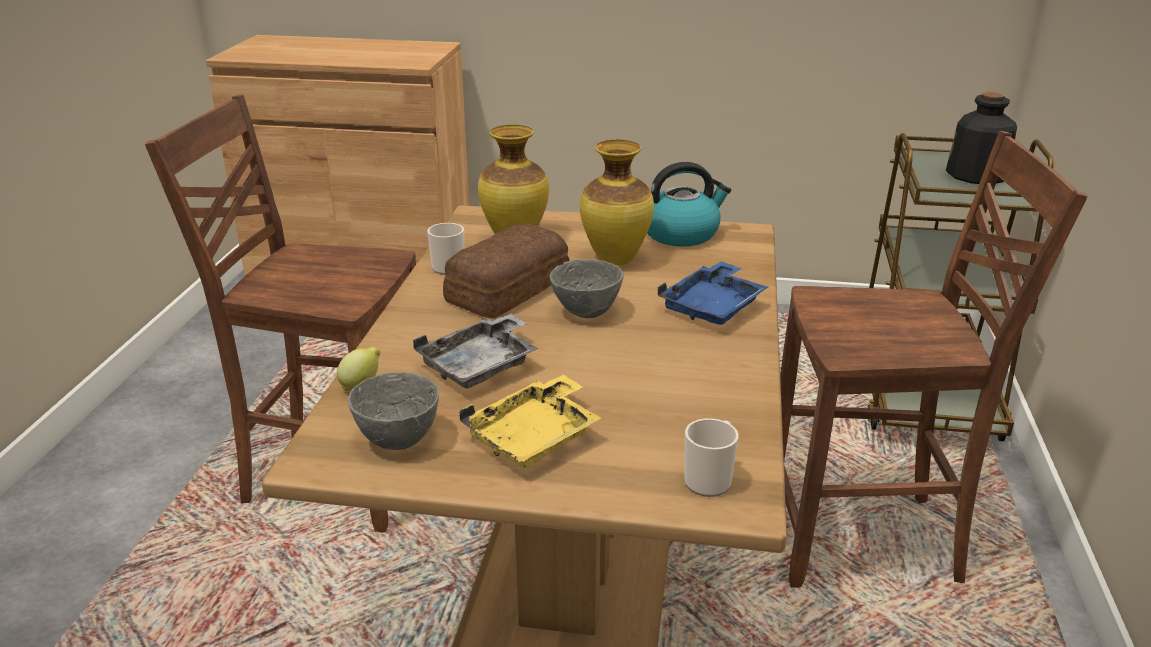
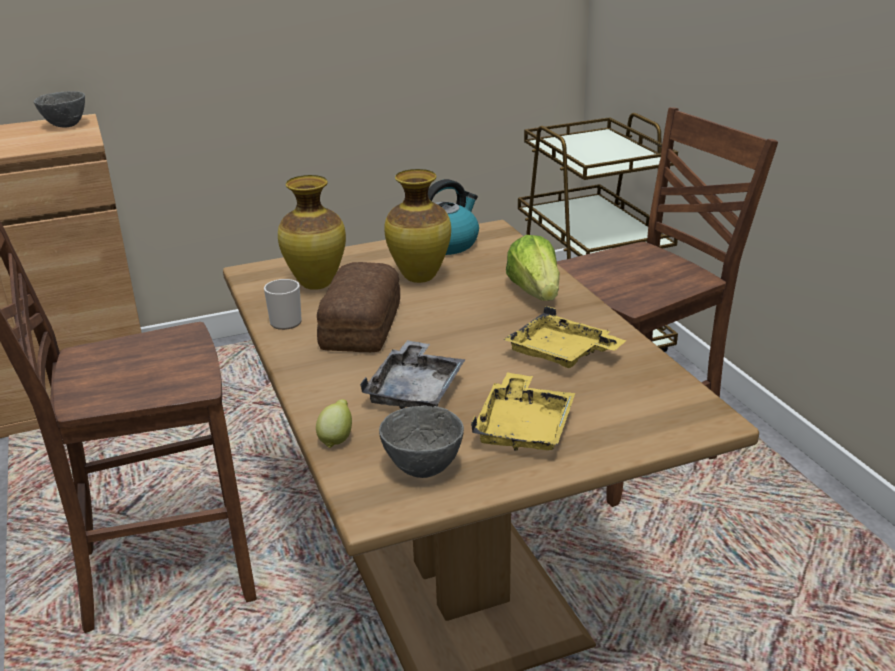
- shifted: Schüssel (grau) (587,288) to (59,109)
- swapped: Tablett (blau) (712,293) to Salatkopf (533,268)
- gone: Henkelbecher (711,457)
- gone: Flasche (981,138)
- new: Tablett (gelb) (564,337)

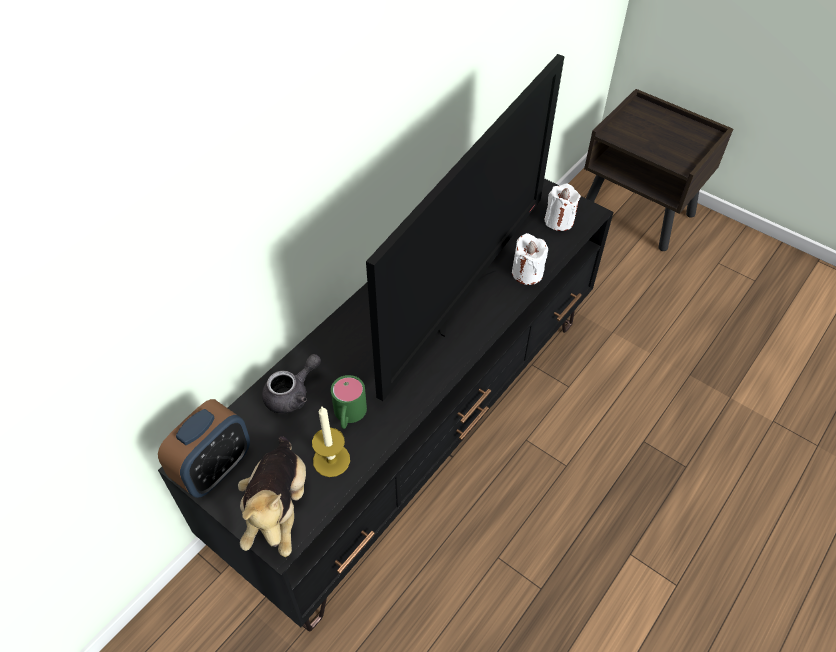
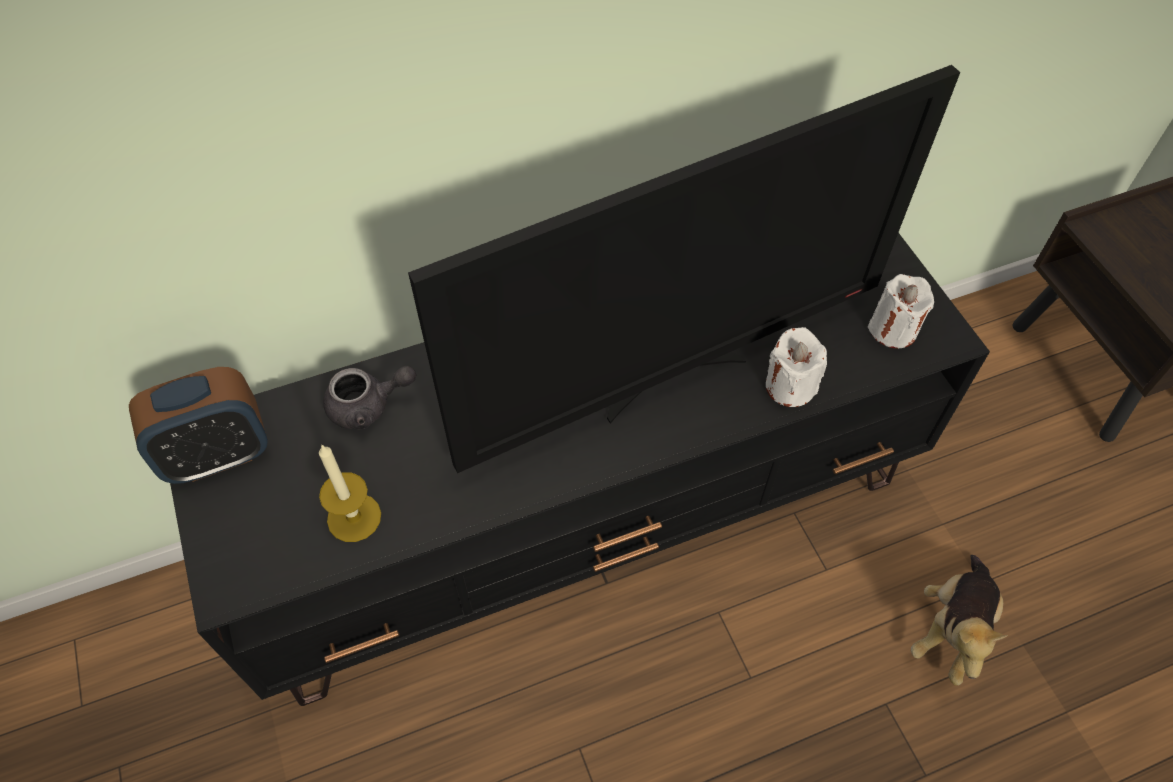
- shifted: Plüschtier (272,496) to (959,620)
- gone: Henkelbecher (grün) (349,402)

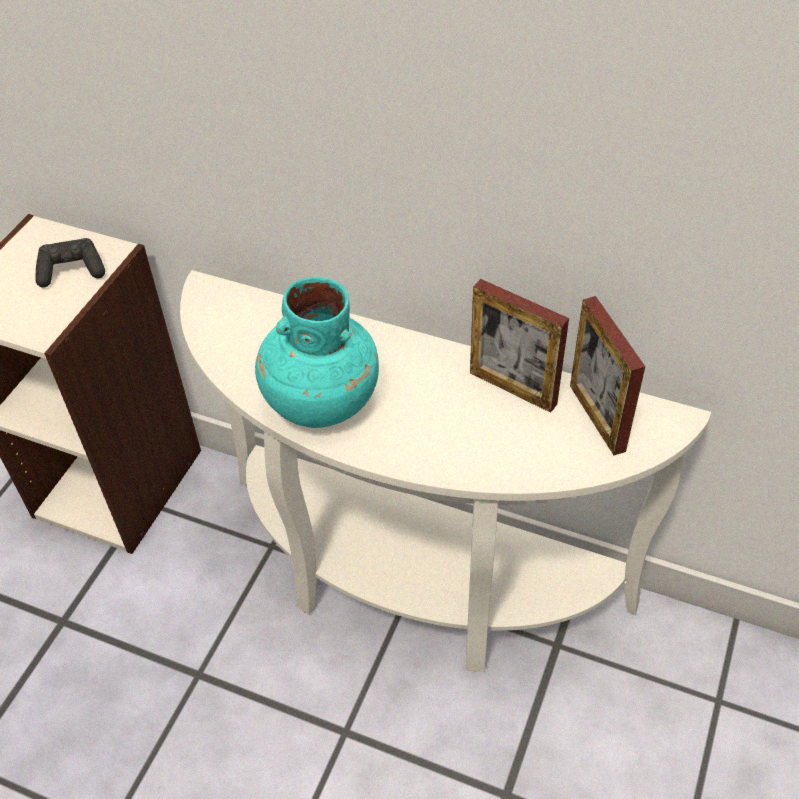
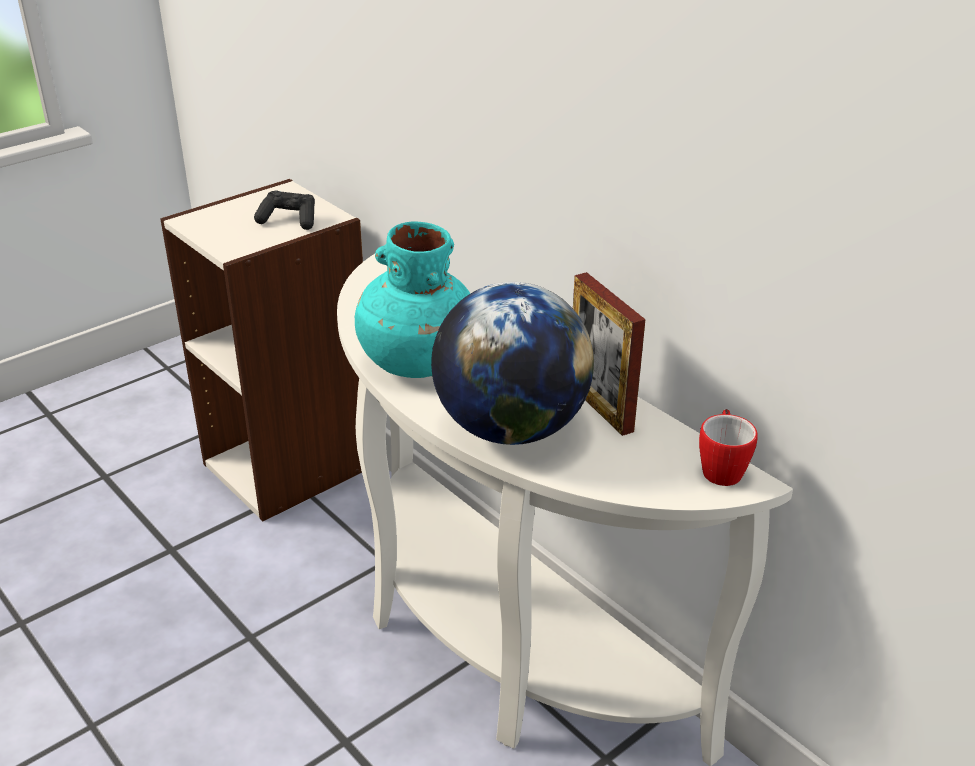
- gone: Bilderrahmen (607,375)
- new: Globus (512,363)
- new: Henkelbecher (728,447)

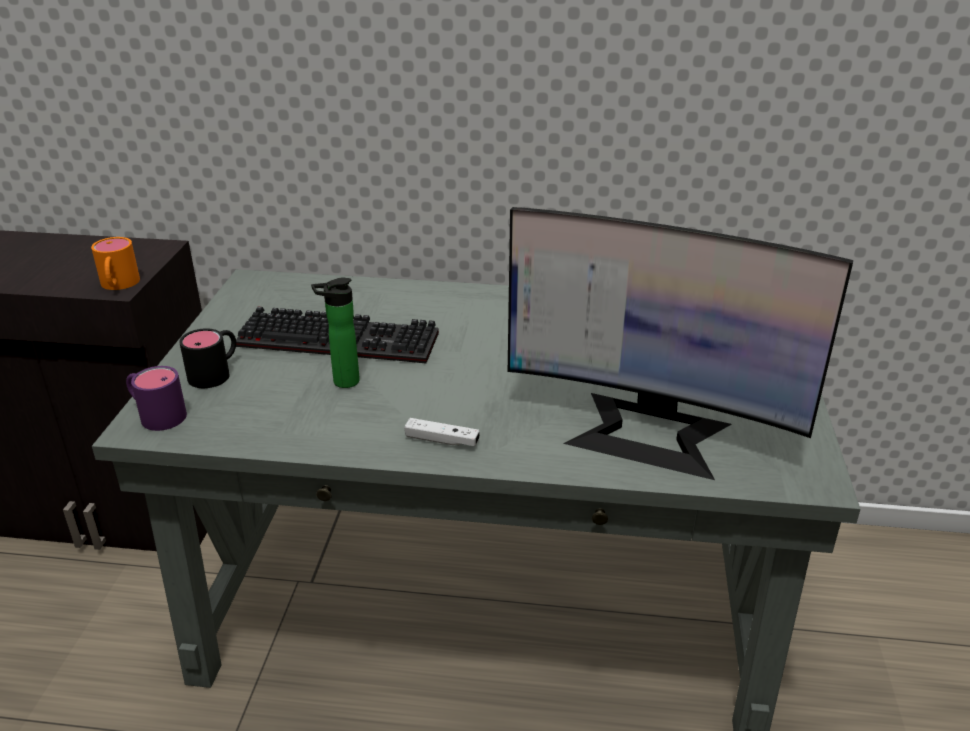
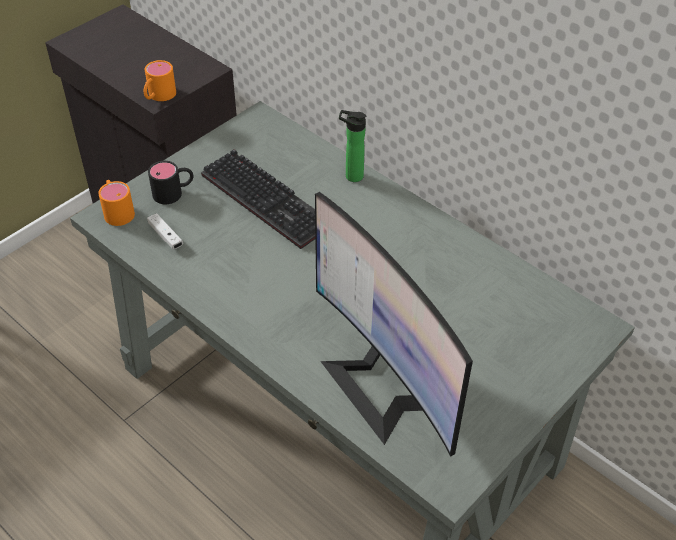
- repainted: Henkelbecher (lila) (156,398) to Henkelbecher (orange) (116,203)
- shifted: Flasche (335,332) to (352,146)
- shifted: Gamepad (weiß) (442,432) to (165,231)

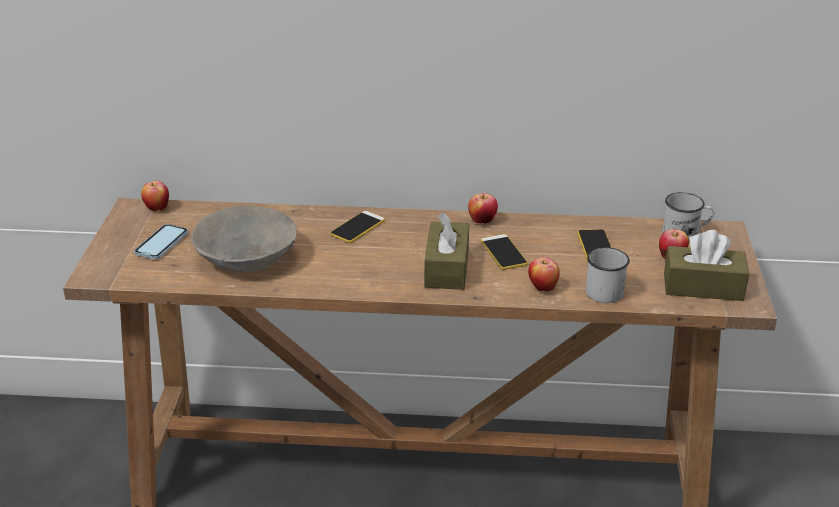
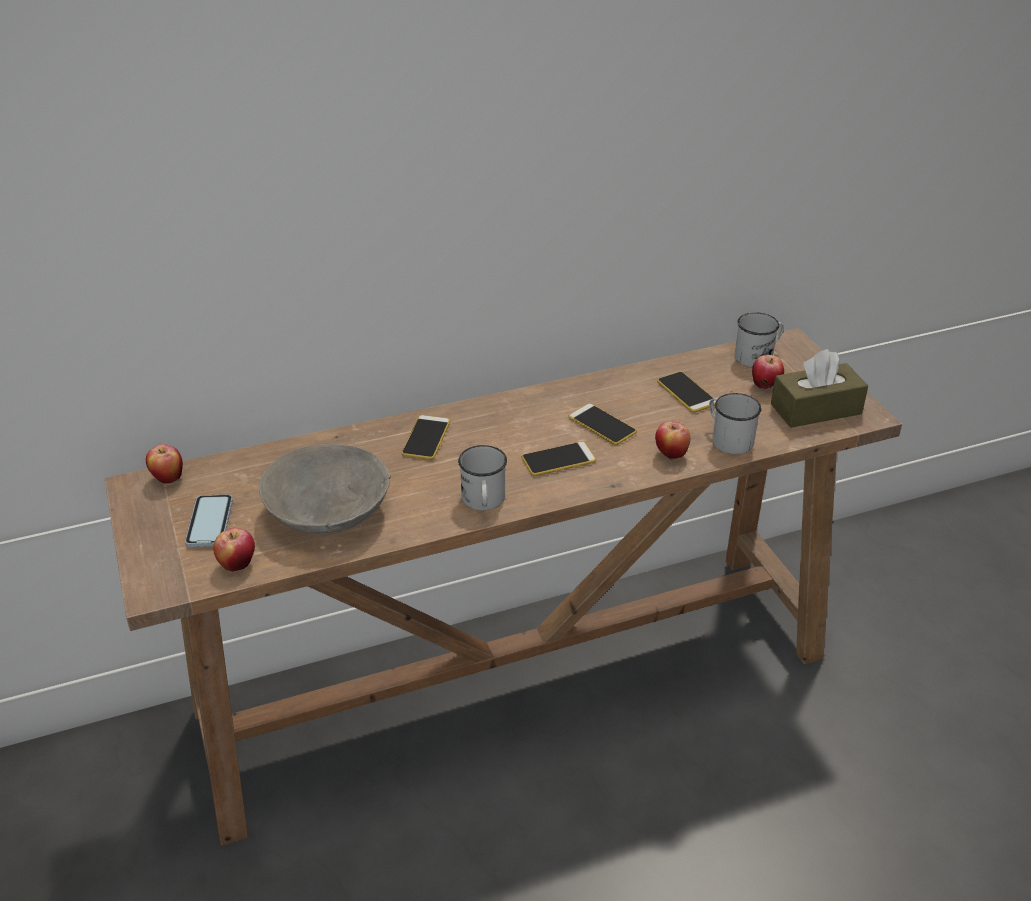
- swapped: Taschentuchbox (braun) (446,251) to Handy (559,459)
- shifted: Apfel (483,208) to (234,550)
- new: Henkelbecher (weiß) (482,478)

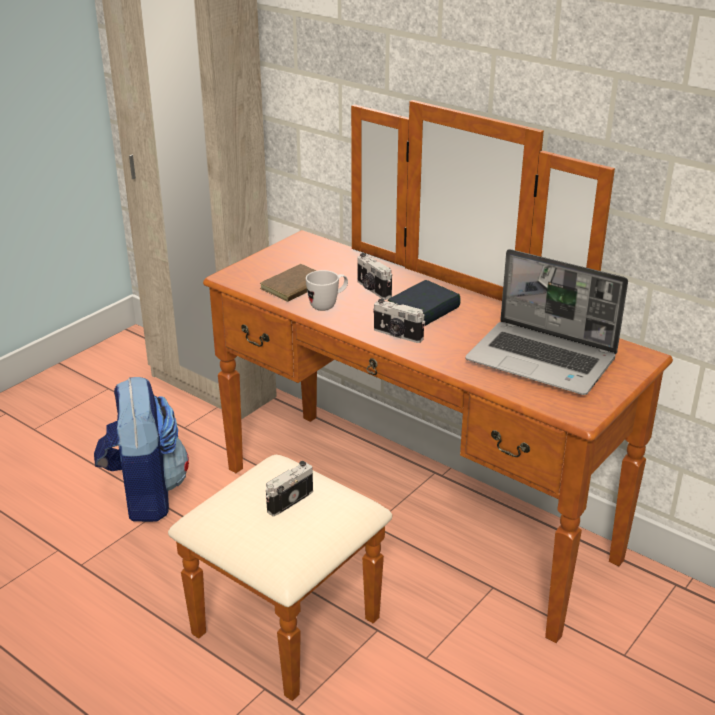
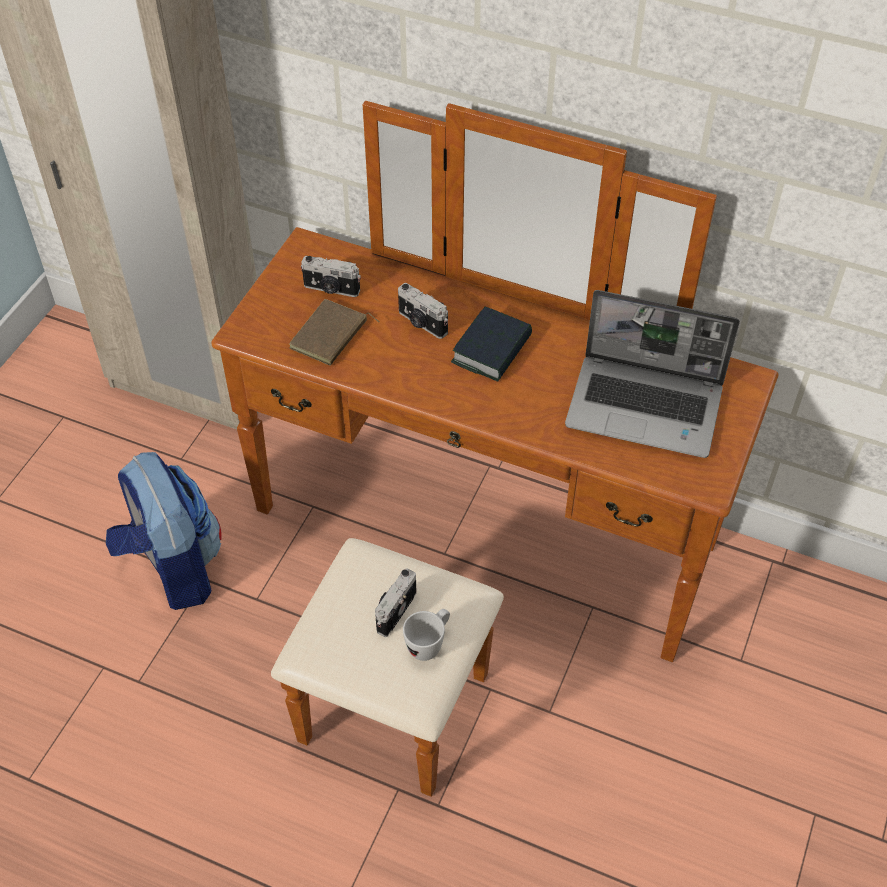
- shifted: Henkelbecher (weiß) (327,290) to (426,635)
- shifted: Kamera (399,321) to (331,276)

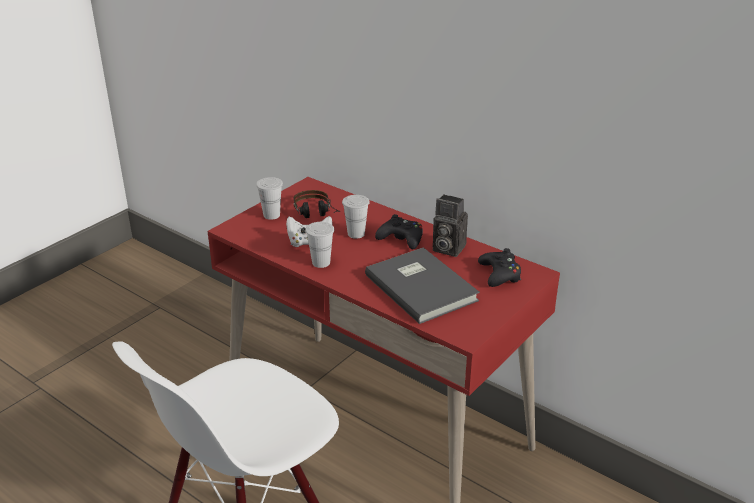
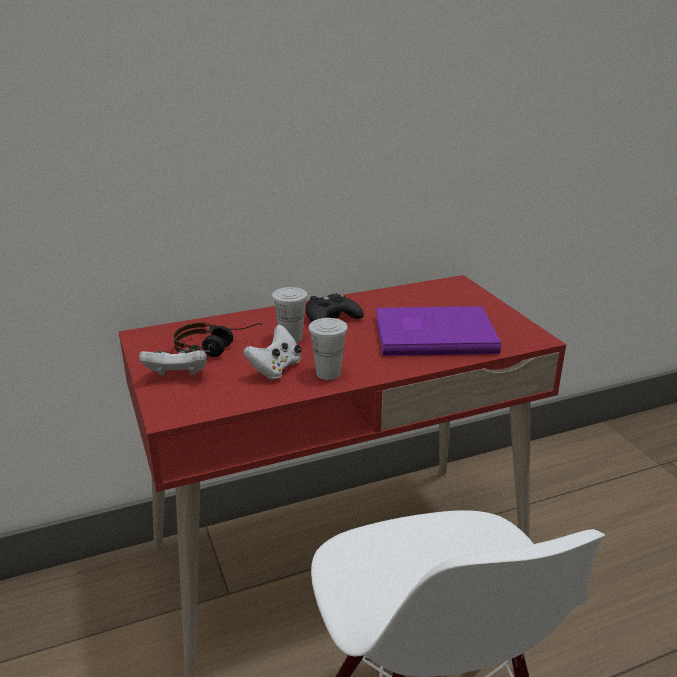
- swapped: Tasse (weiß) (269,198) to Gamepad (weiß) (173,362)
- repainted: Buch (grau) (422,285) to Buch (lila) (438,331)
- gone: Kamera (450,225)
- gone: Gamepad (schwarz) (499,267)

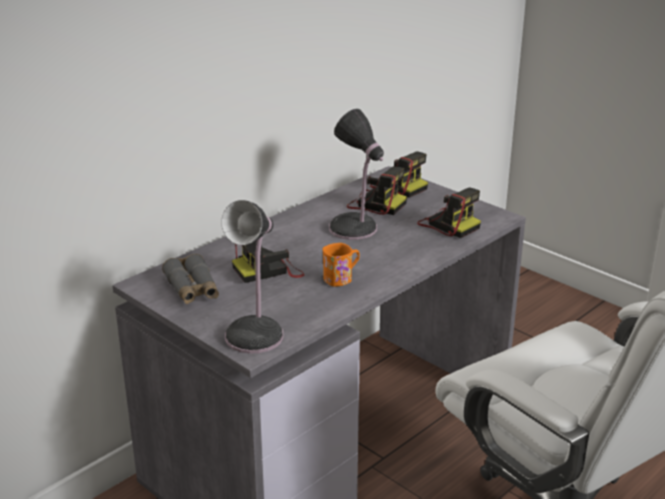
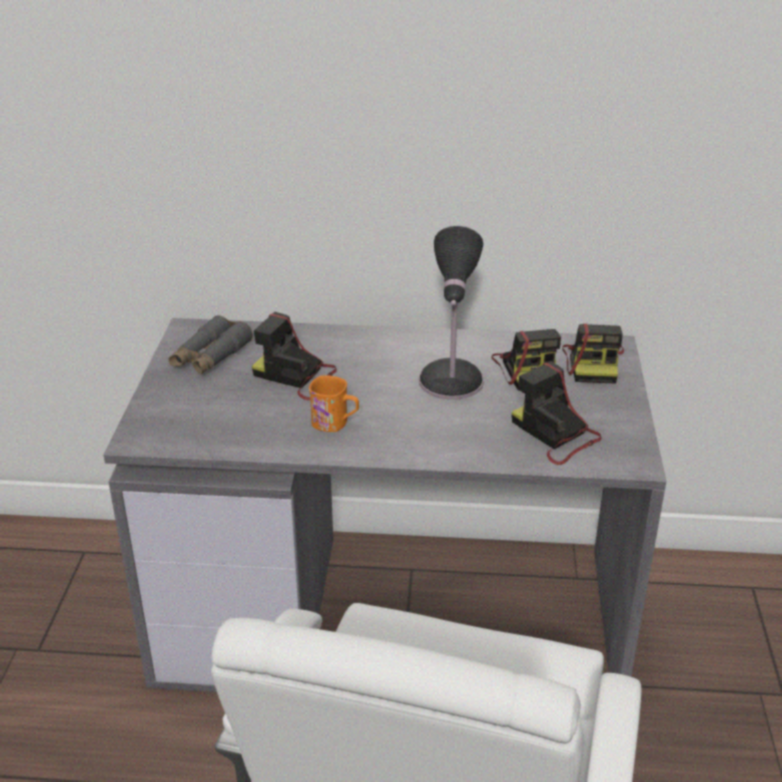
- gone: Tischlampe (253,277)
- rotated: Kamera (449,212) = (556,413) 135 degrees clockwise

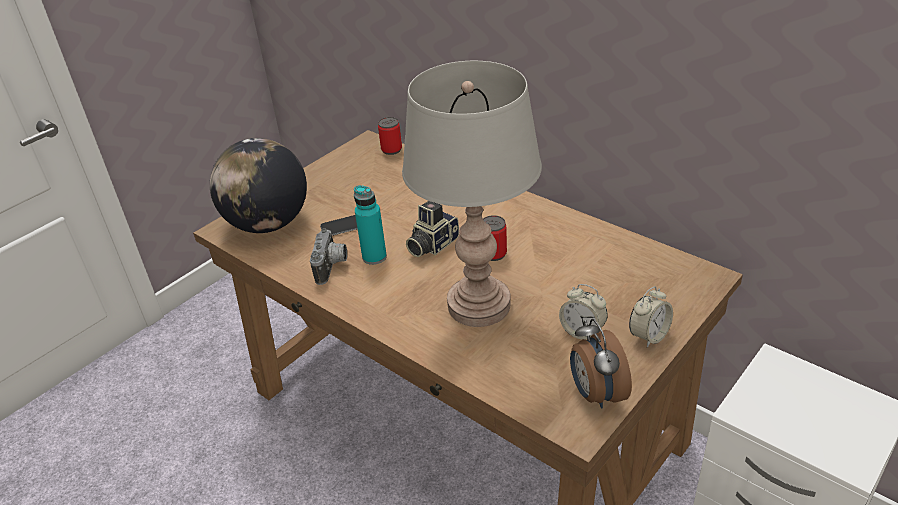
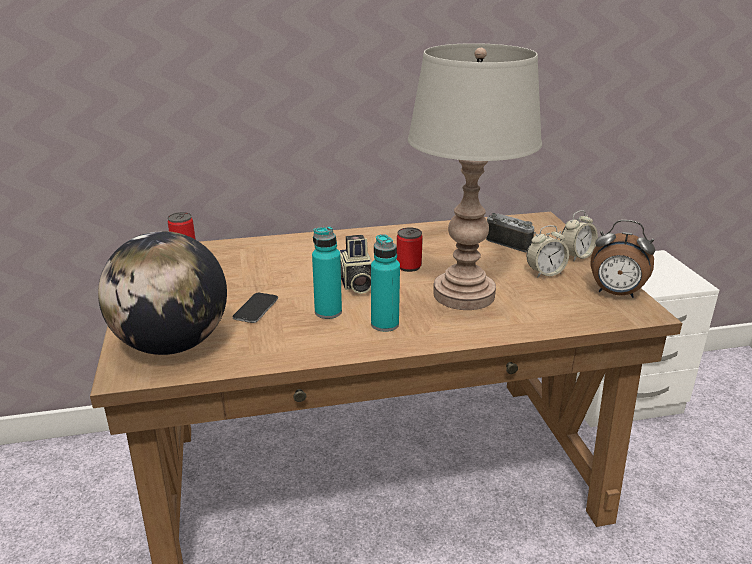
- shifted: Kamera (328,256) to (511,232)
- rotated: Wecker (651,317) = (579,236) 60 degrees clockwise
- new: Flasche (türkis) (385,283)

